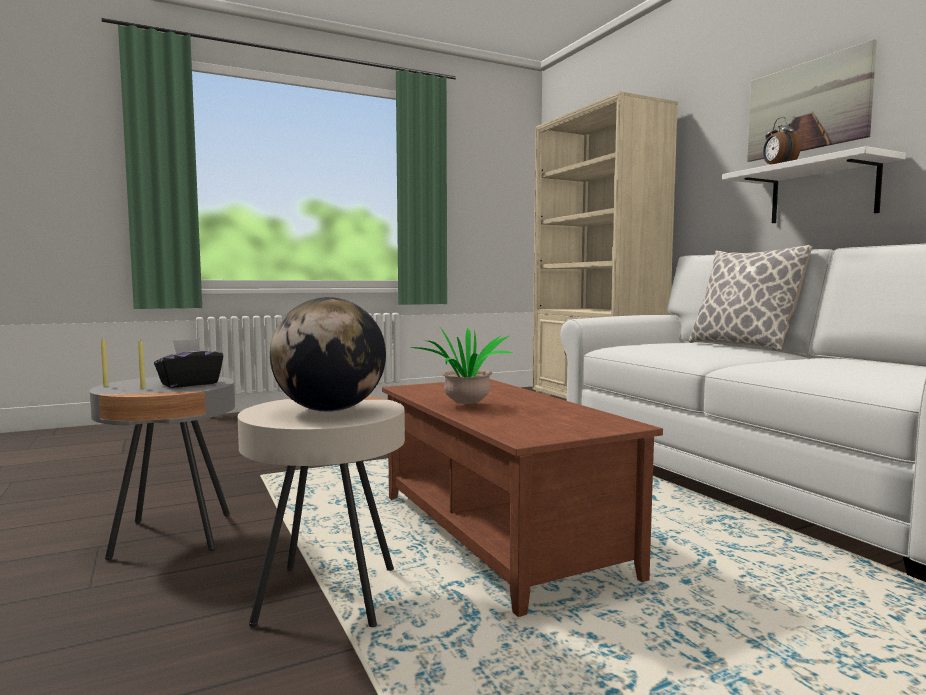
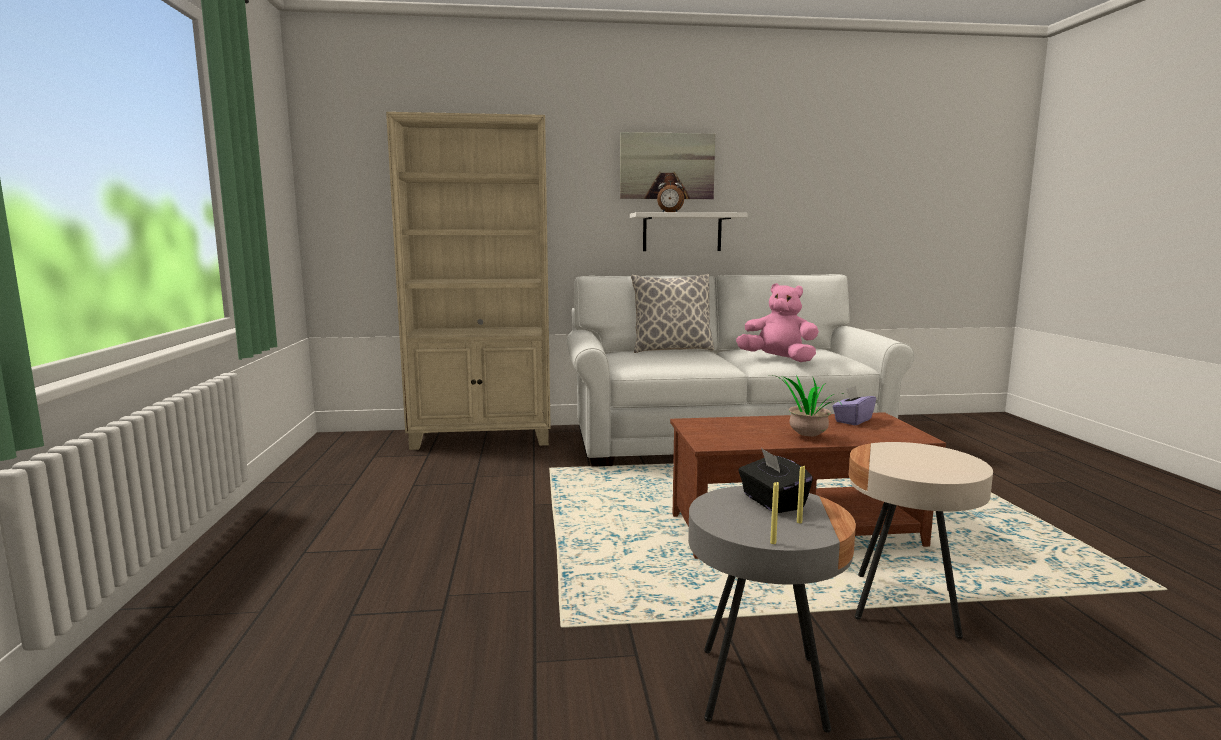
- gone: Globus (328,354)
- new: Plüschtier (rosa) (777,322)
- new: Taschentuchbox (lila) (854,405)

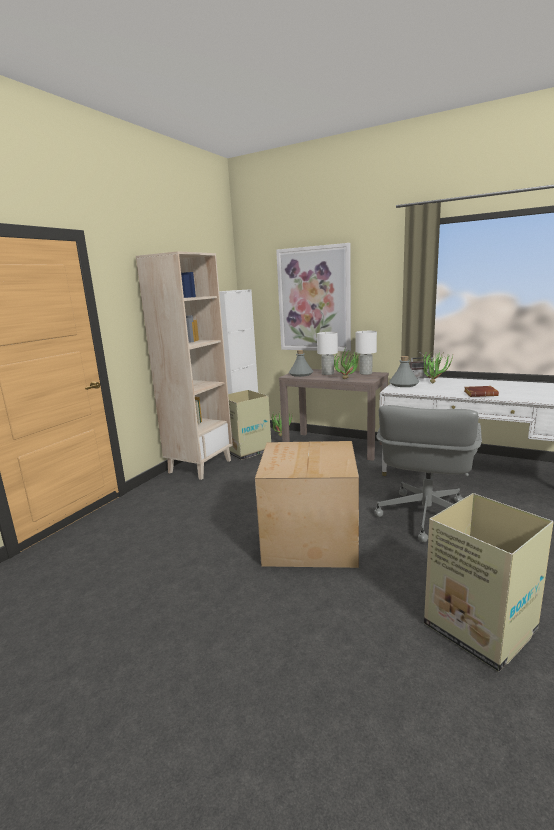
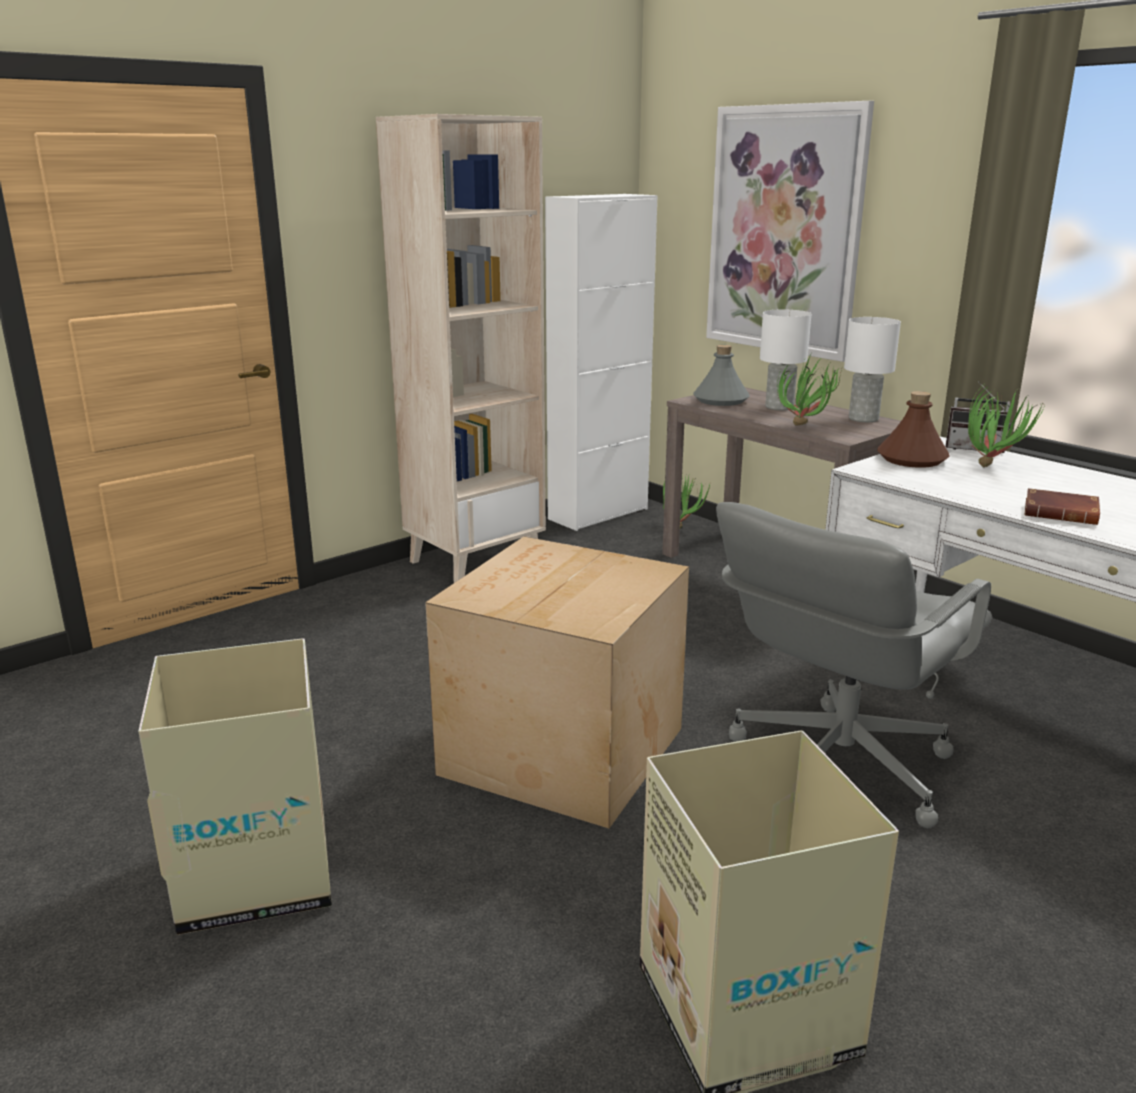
- shifted: Karton (249,425) to (235,786)
- repainted: Flasche (grau) (404,371) to Flasche (braun) (913,429)

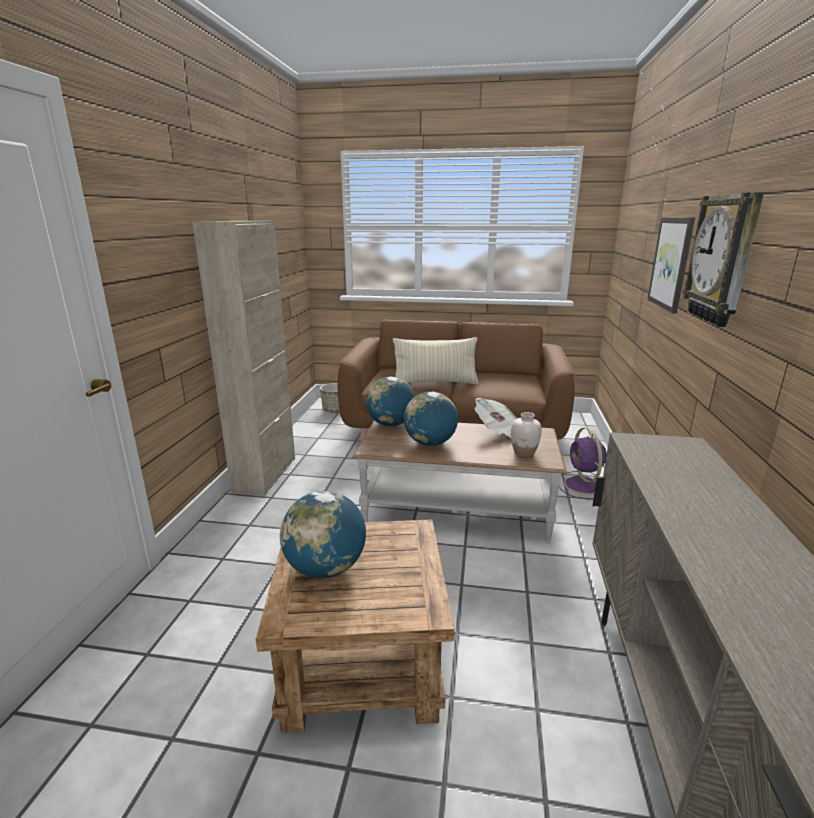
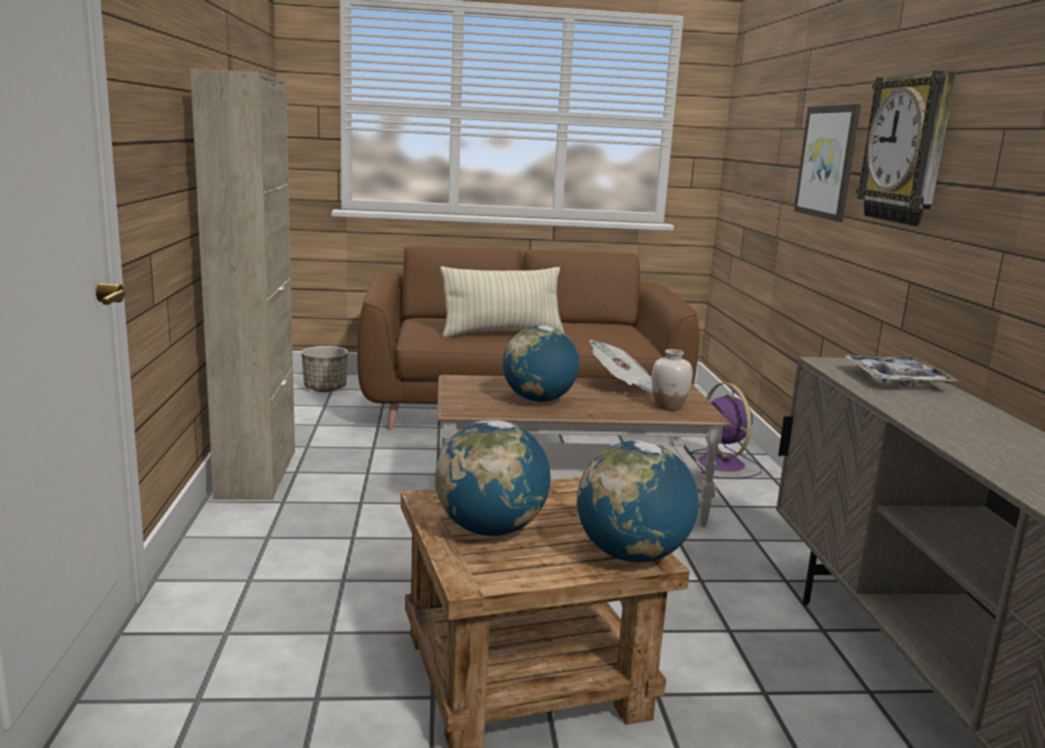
- shifted: Globus (390,401) to (637,501)
- new: Tablett (901,370)

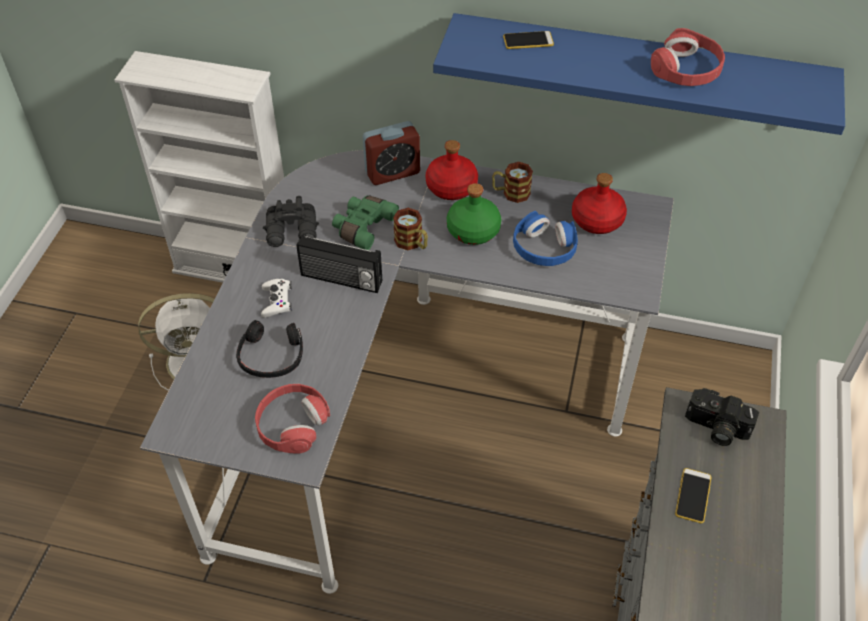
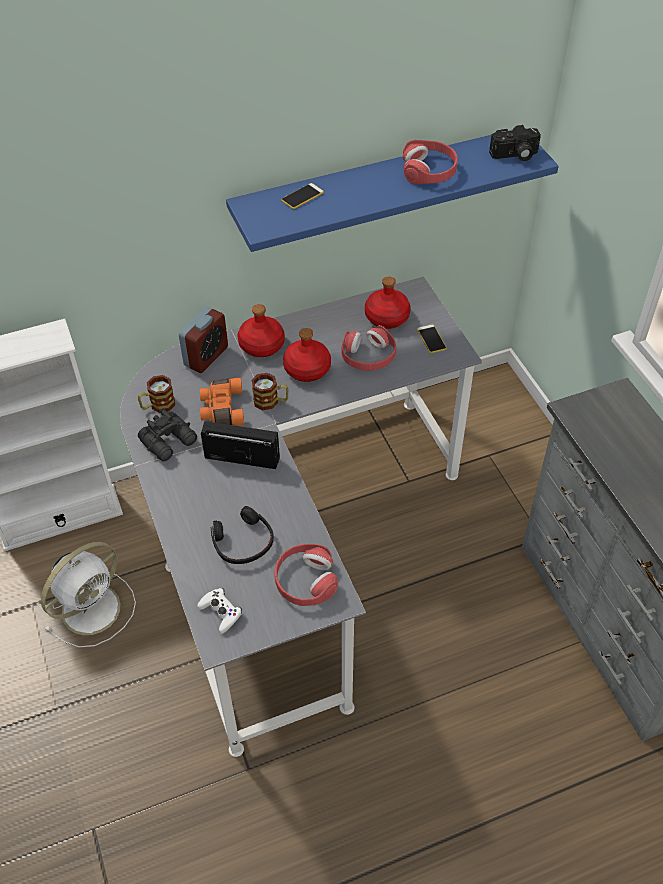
- shifted: Gamepad (weiß) (276,298) to (219,611)
- rotated: Radio (339,263) = (240,445) 150 degrees counterclockwise
- repainted: Fernglas (grün) (365,222) to Fernglas (orange) (222,402)
- repainted: Flasche (grün) (474,214) to Flasche (rot) (307,355)
- shifted: Henkelbecher (512,182) to (156,394)
- repainted: Kopfhörer (blau) (545,238) to Kopfhörer (rot) (369,348)
- shifted: Handy (693,495) to (432,338)
- shifted: Kamera (722,417) to (515,143)

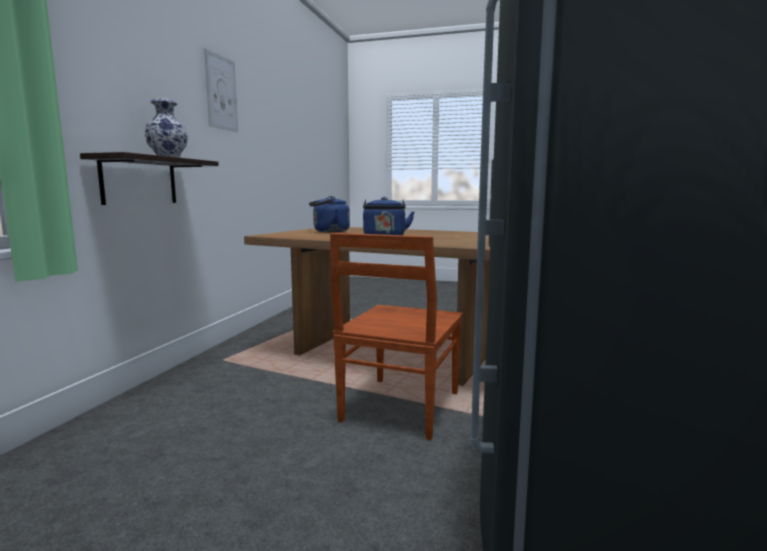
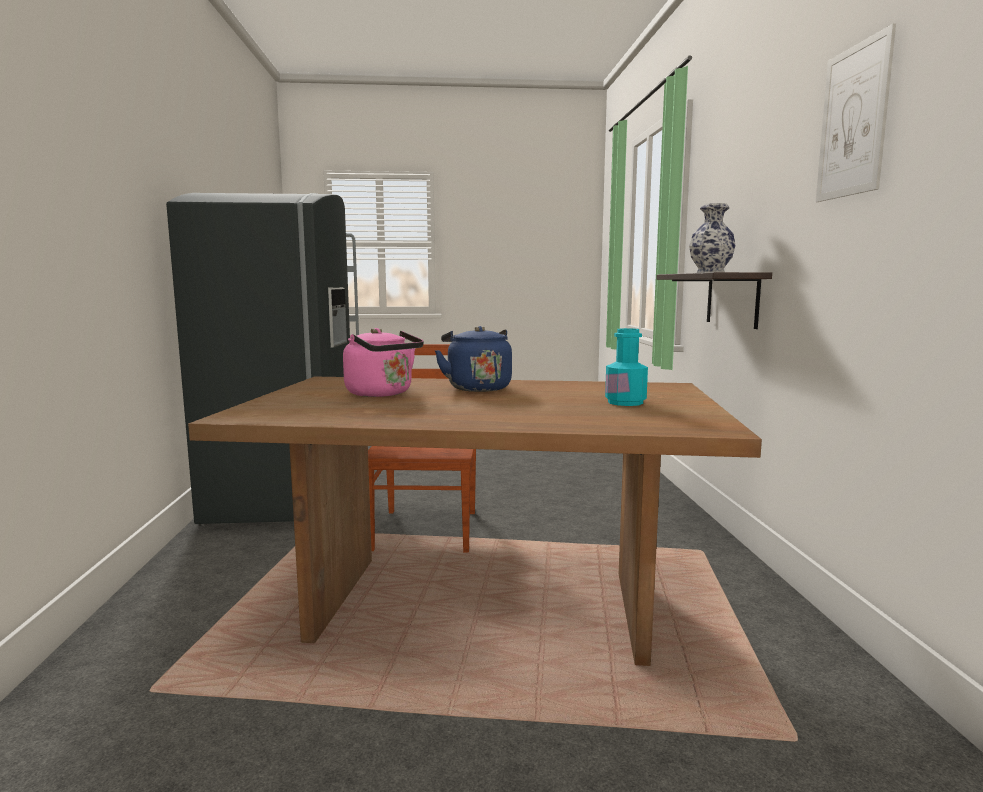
- swapped: Wasserkessel (blau) (329,214) to Flasche (türkis) (626,367)
- new: Wasserkessel (rosa) (383,362)

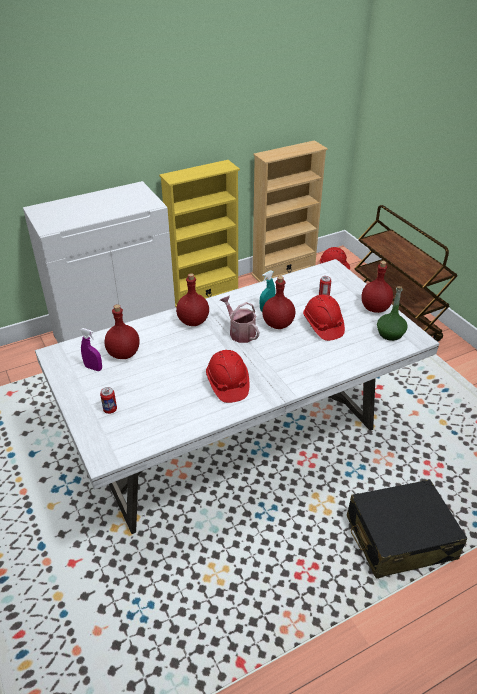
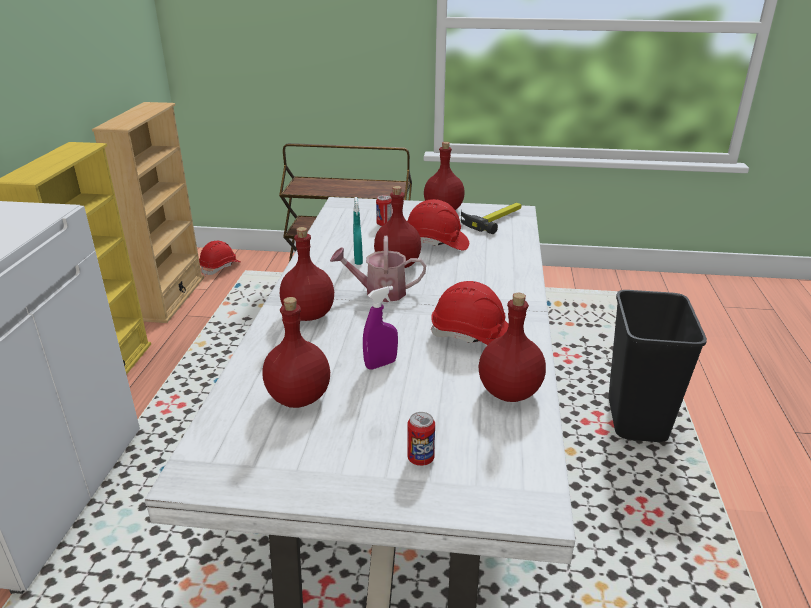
- shifted: Sprühflasche (lila) (91,349) to (380,327)
- swapped: Koffer (schwarz) (407,529) to Mülleimer (schwarz) (657,366)
- swapped: Flasche (grün) (392,313) to Hammer (491,218)
- new: Flasche (rot) (512,347)

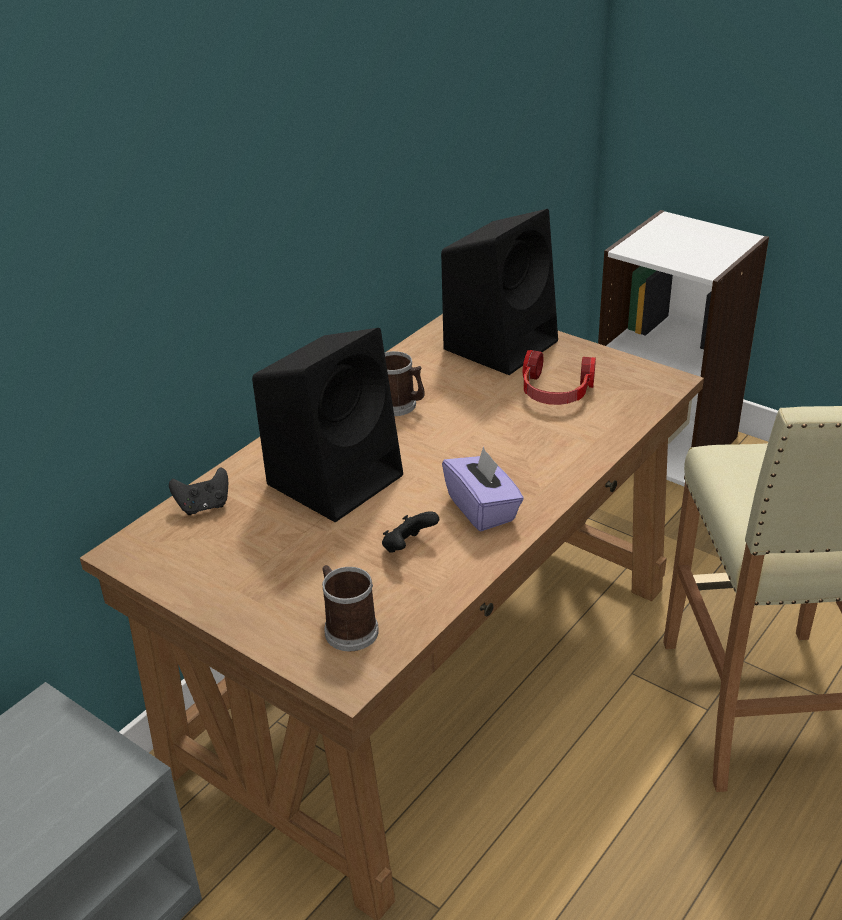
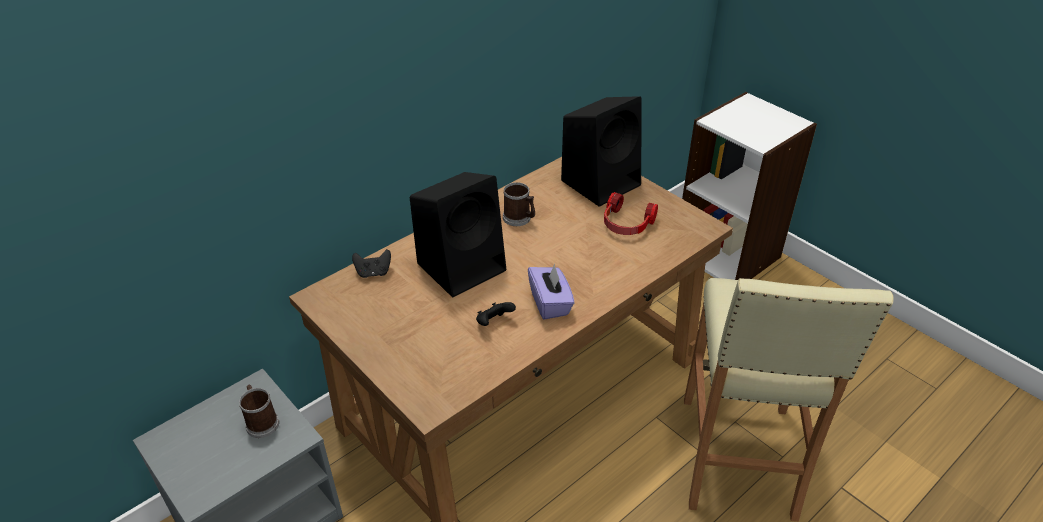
- shifted: Henkelbecher (350,608) to (259,411)

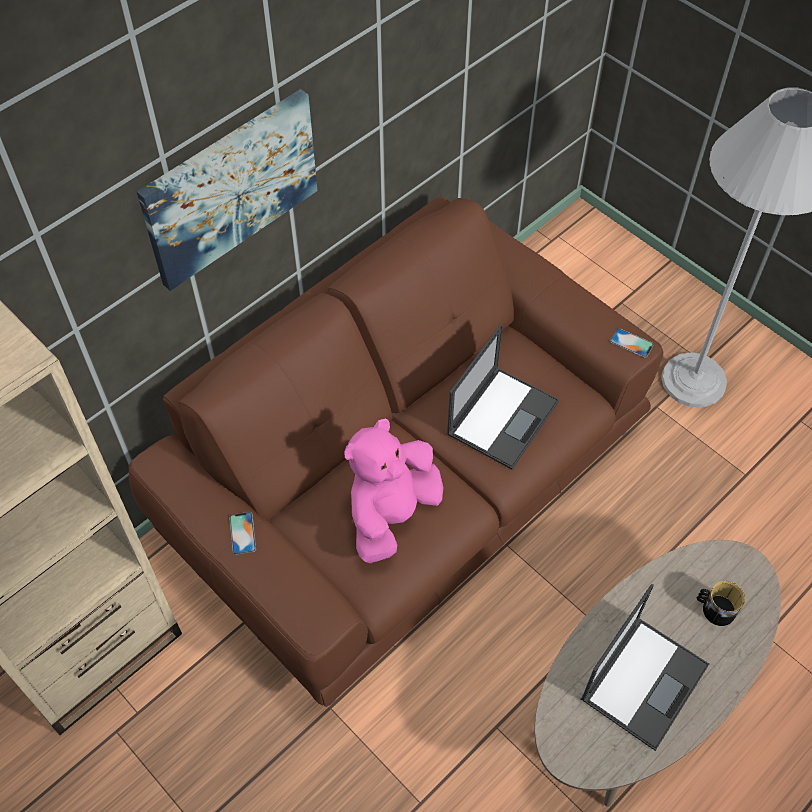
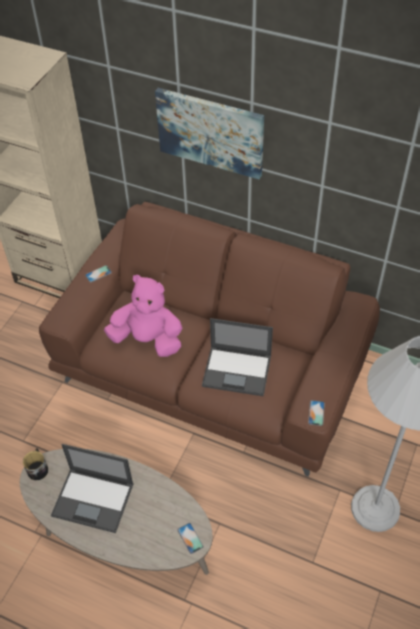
- shifted: Henkelbecher (721,603) to (35,464)
- new: Handy (190,538)

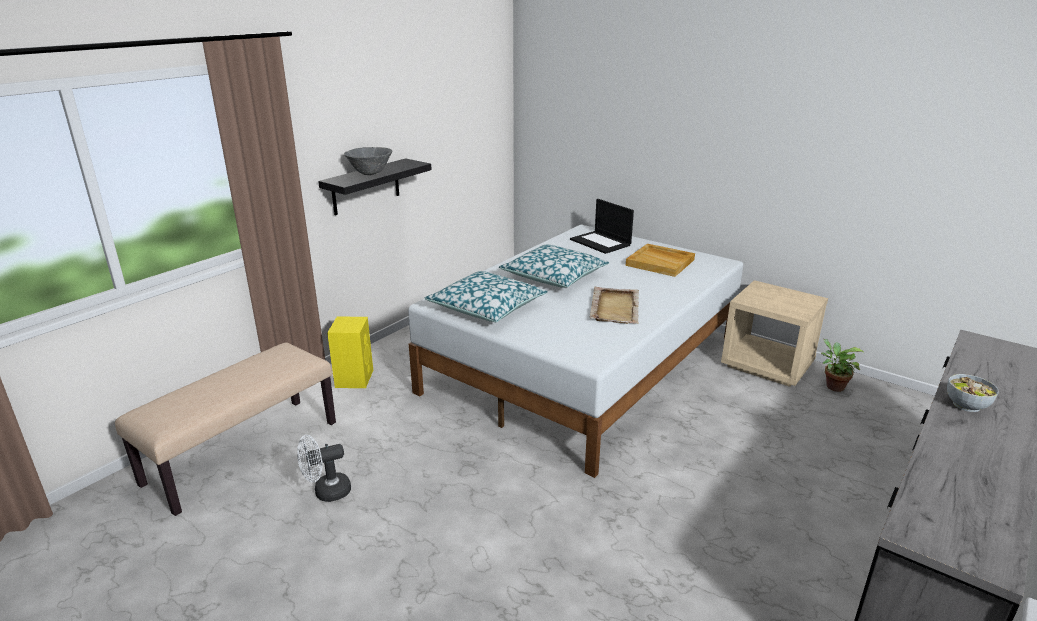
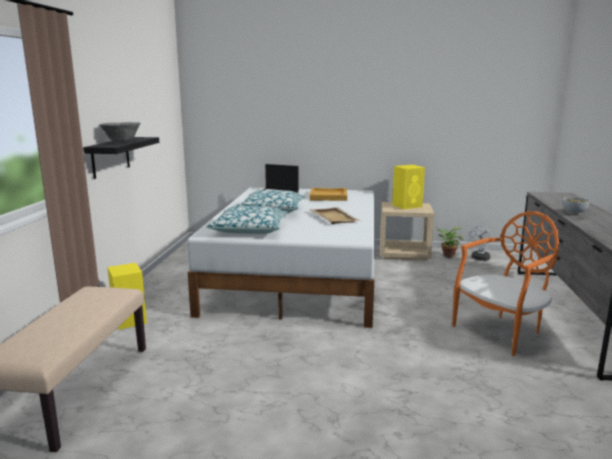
- shifted: Ventilator (weiß) (324,468) to (480,243)
- new: Lautsprecher (gelb) (408,187)
- new: Stuhl (orange) (505,283)

